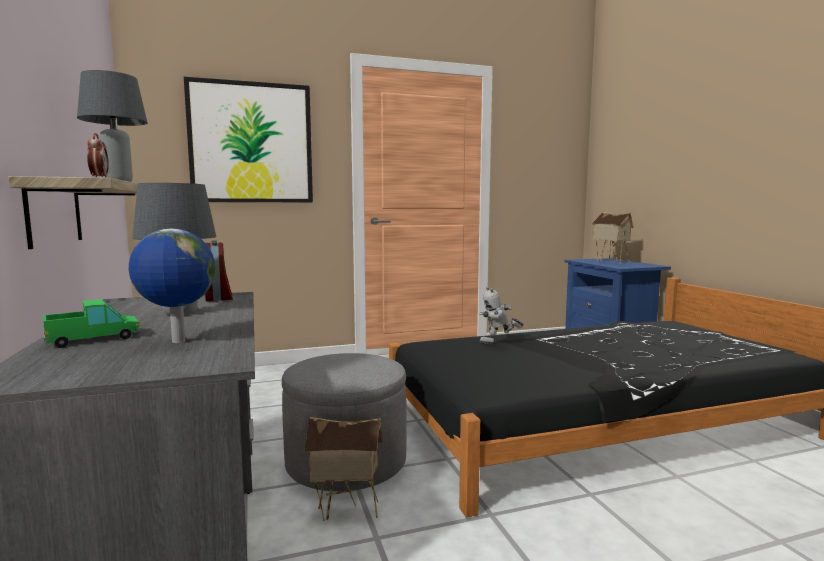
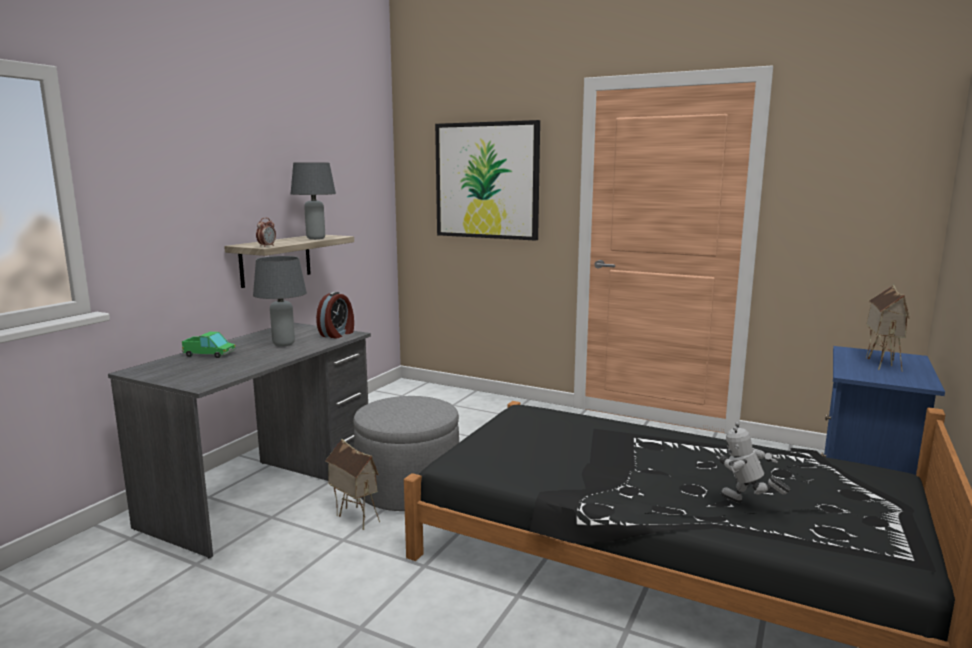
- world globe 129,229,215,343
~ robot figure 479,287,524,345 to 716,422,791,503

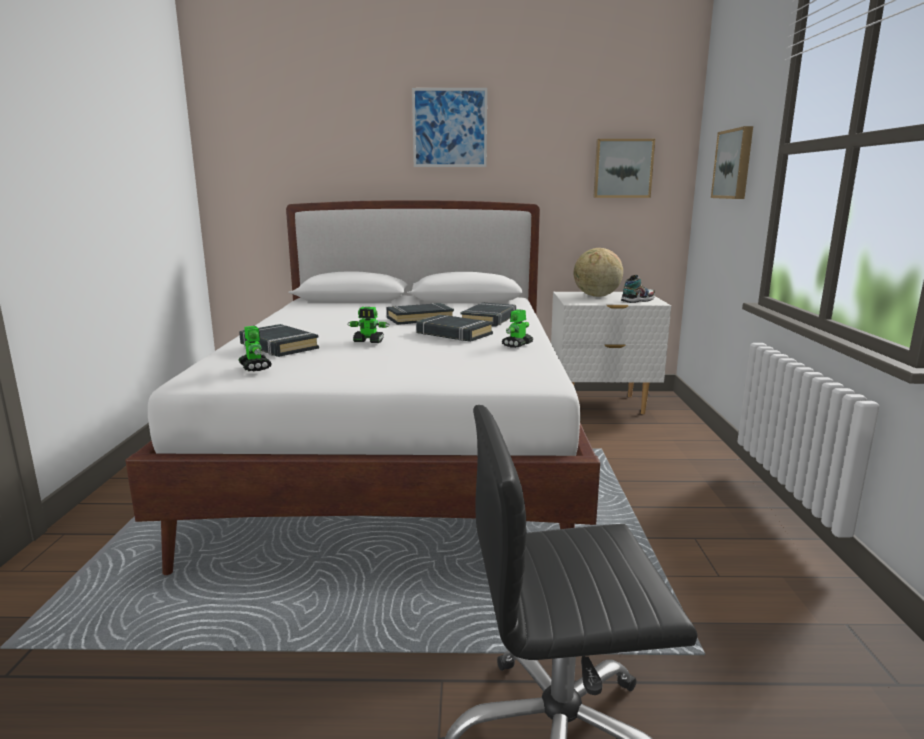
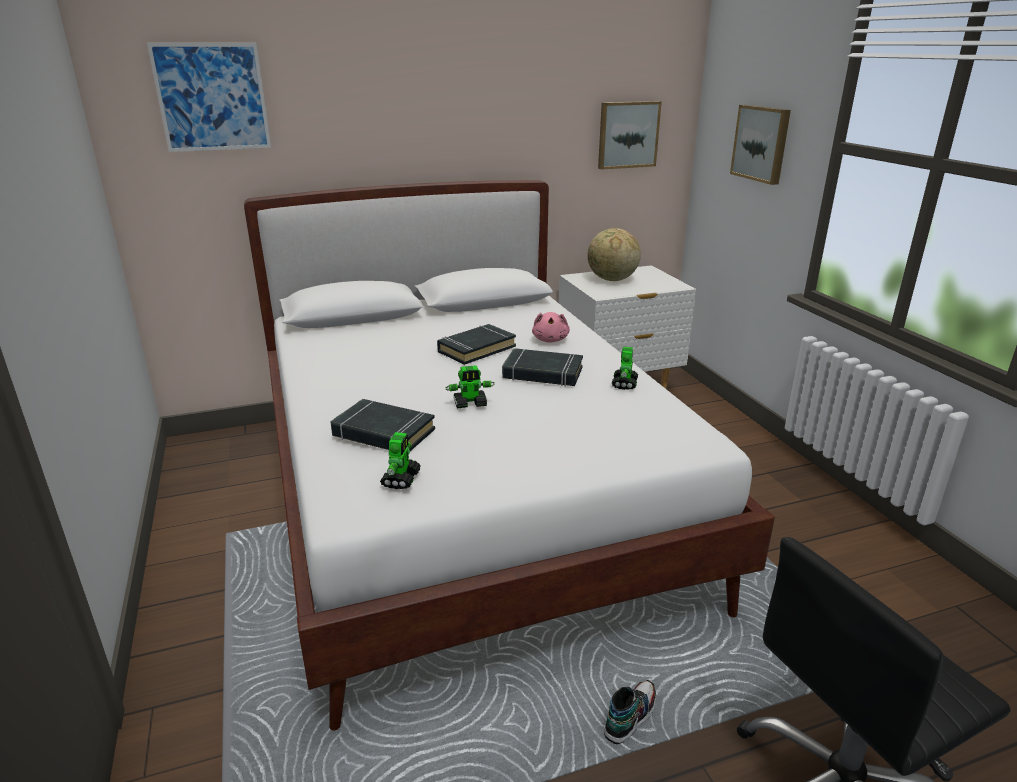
~ wall picture 412,88,487,167 to 147,43,271,152
~ low shoe 621,275,655,303 to 604,680,656,744
~ blackish bound book 461,302,516,327 to pink-coloured cuddly toy 532,312,570,343
~ robot figure 239,326,272,371 = 380,432,421,489 60 degrees clockwise

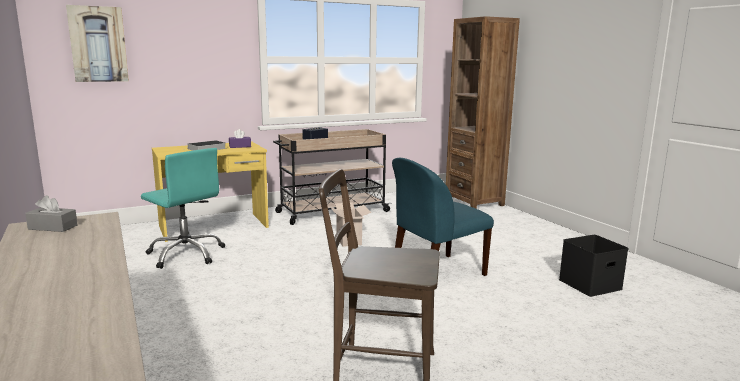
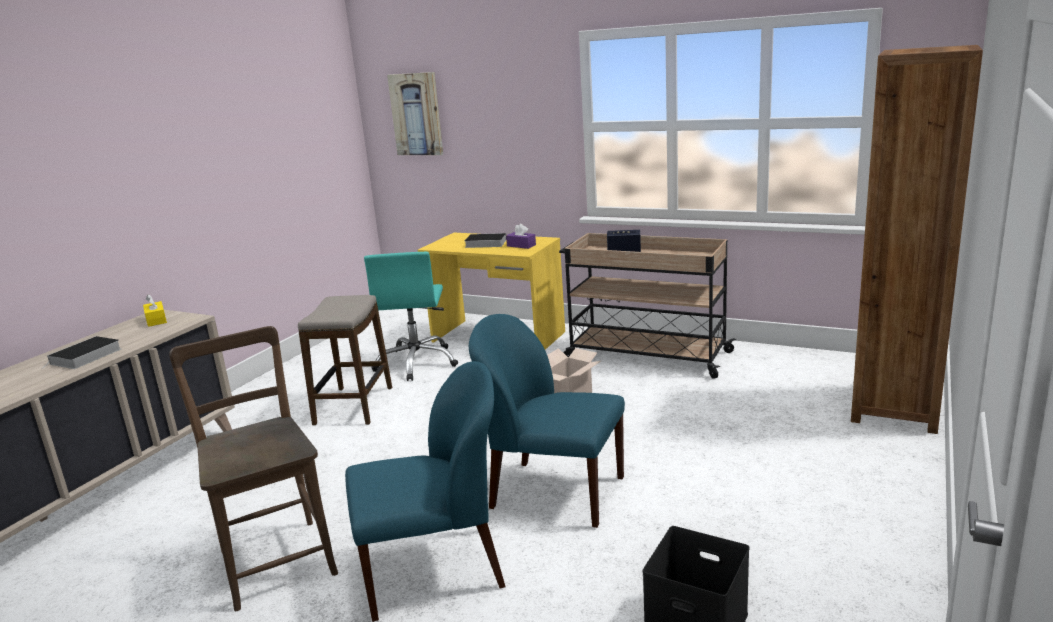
+ bound book 42,336,121,369
+ stool seat 298,295,392,426
+ blue-coloured upright chair 345,361,506,622
~ grey tissue holder 25,195,78,232 to yellowish tissue holder 143,294,167,327

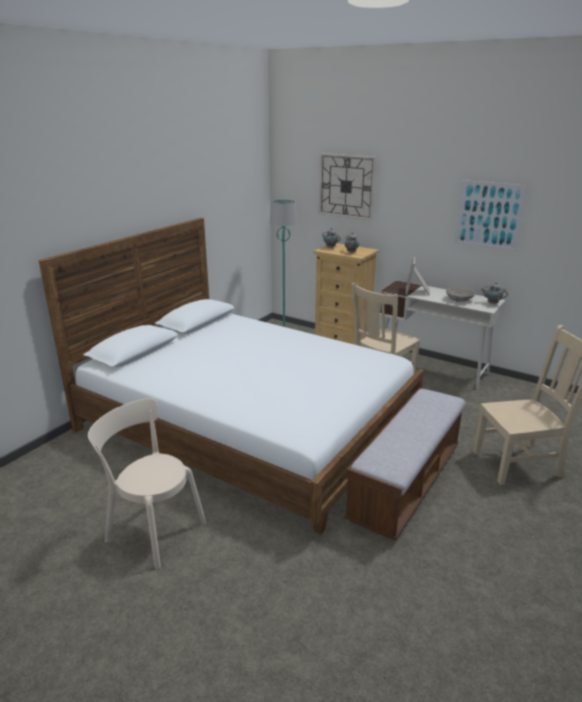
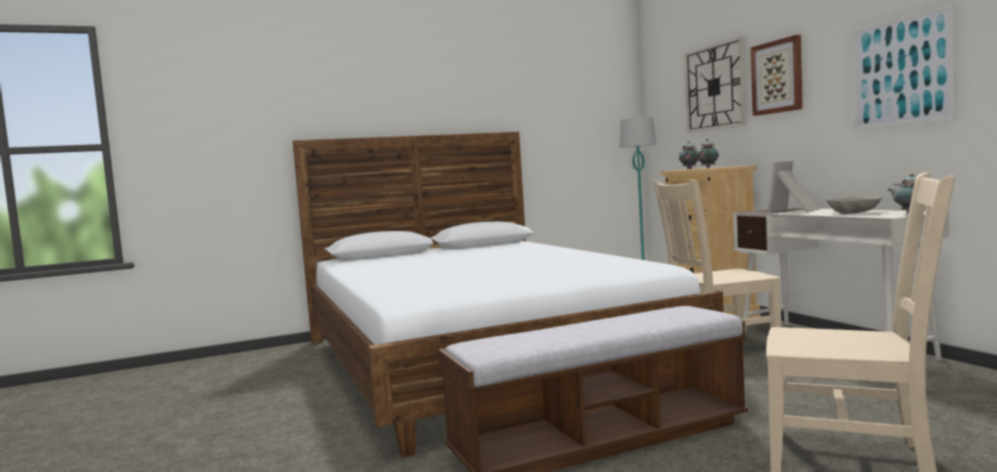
- sand-coloured upright chair 88,398,206,569
+ wall picture 751,35,803,116

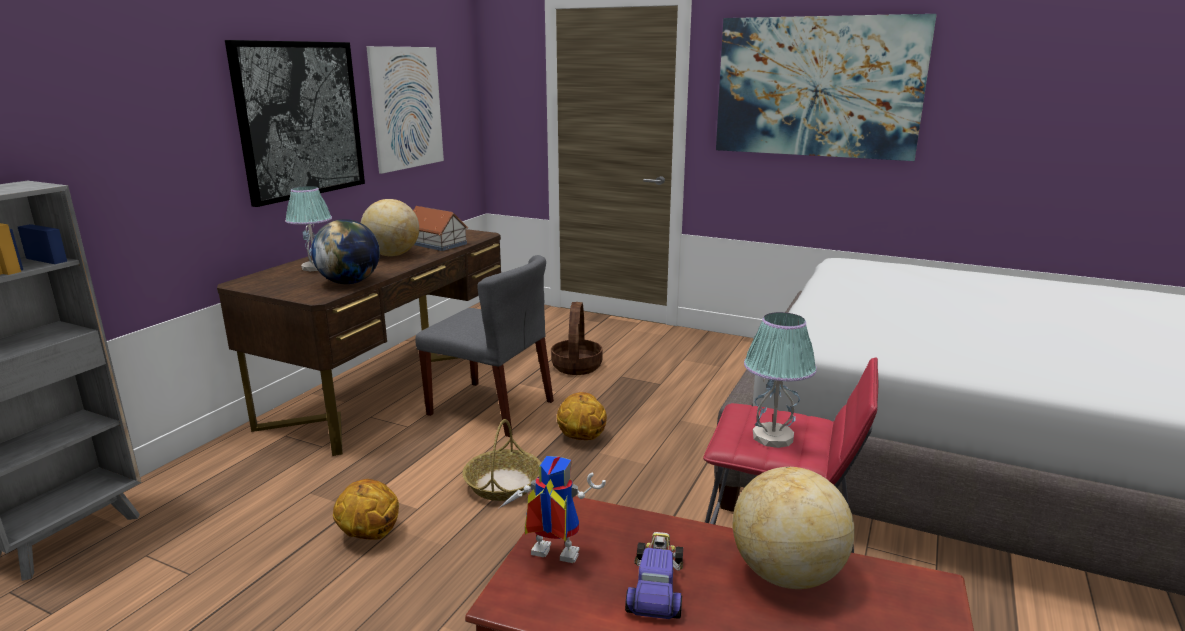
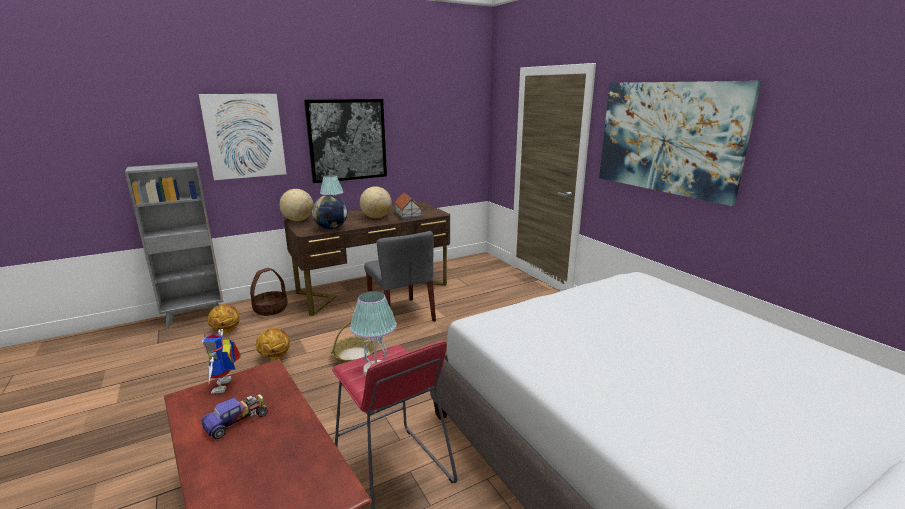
~ wall picture 366,46,444,174 to 199,94,286,180
~ household basket 551,302,602,375 to 250,268,288,316
~ basketball ball 557,392,607,440 to 208,304,240,333
~ world globe 733,467,855,589 to 279,189,313,221
~ robot figure 499,456,606,563 = 202,329,241,394 150 degrees counterclockwise

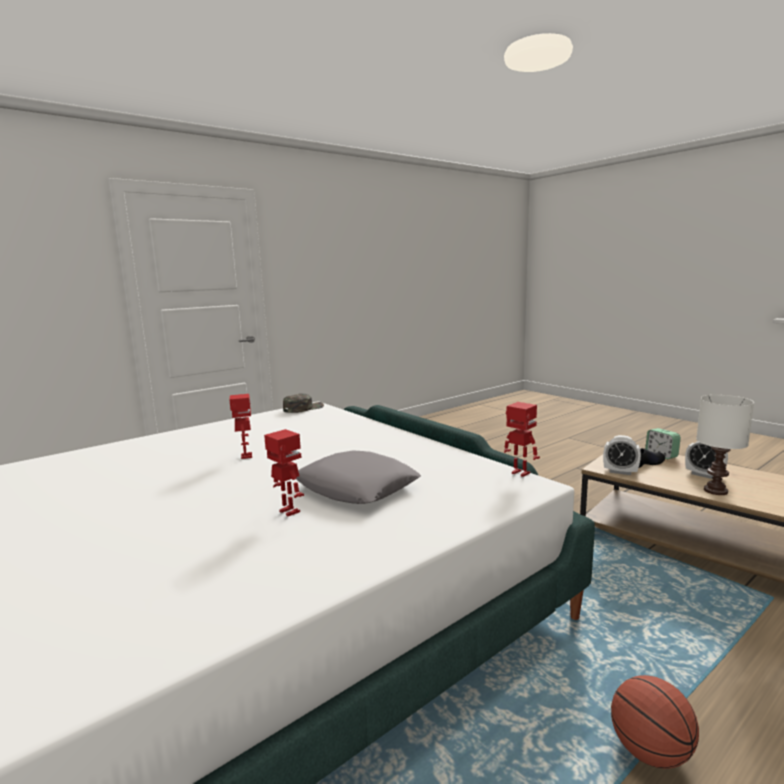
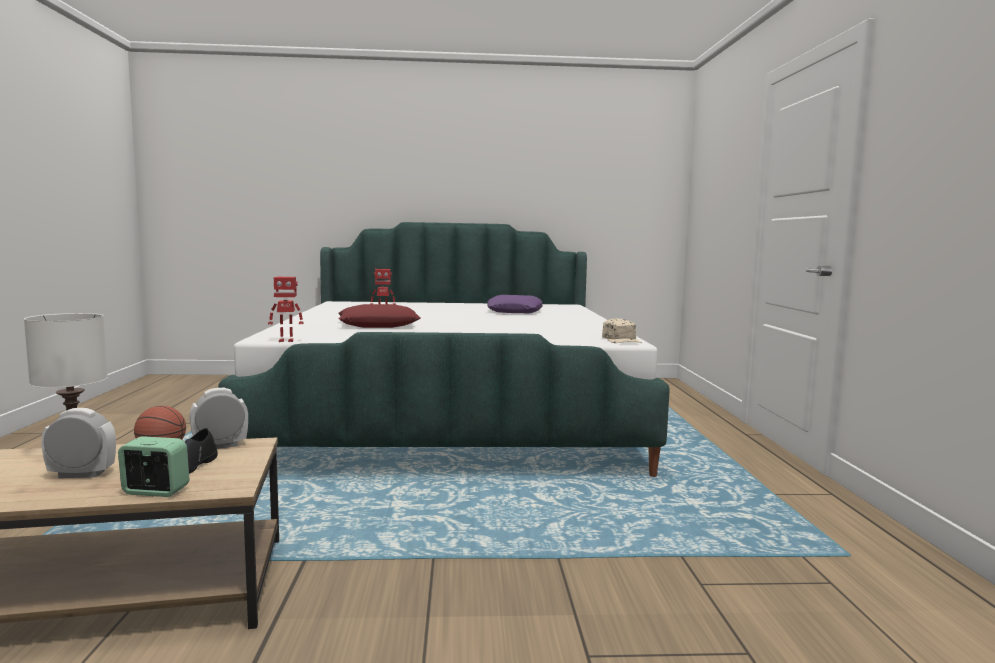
- robot figure 229,394,252,459
+ purplish cushion 487,295,543,313
~ greenish cap 283,394,324,413 to sand-coloured cap 602,318,642,343
~ grey cushion 296,451,421,504 to red cushion 338,304,420,328

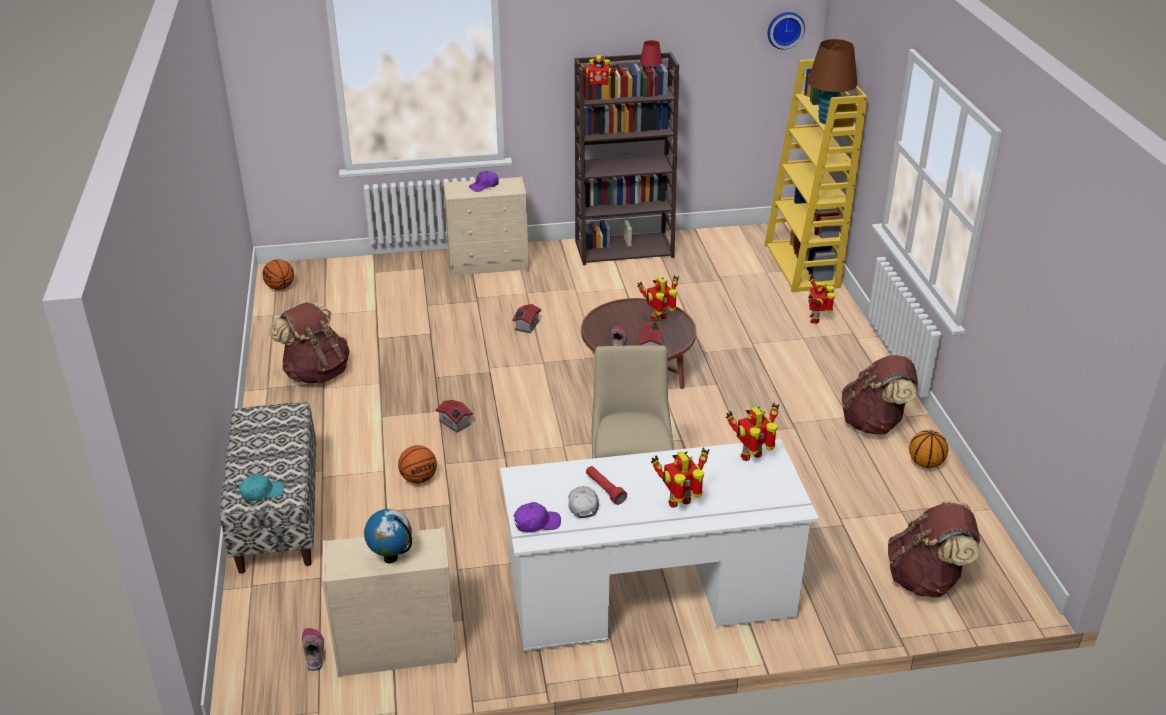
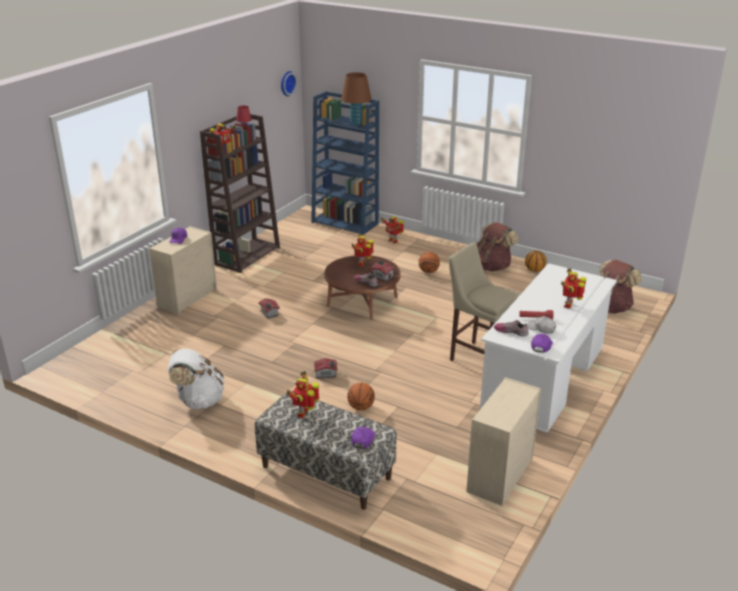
- world globe 364,509,412,563
~ basketball ball 263,259,294,290 to 419,252,440,273
~ low shoe 302,628,324,671 to 494,320,529,336
~ robot figure 726,403,780,461 to 287,371,320,418
~ blue-green cap 239,474,284,501 to purplish cap 351,427,375,449
~ brown backpack 269,302,349,384 to white backpack 168,349,224,409
~ yellowish bookshelf 764,59,868,292 to blue-coloured bookshelf 311,91,379,235

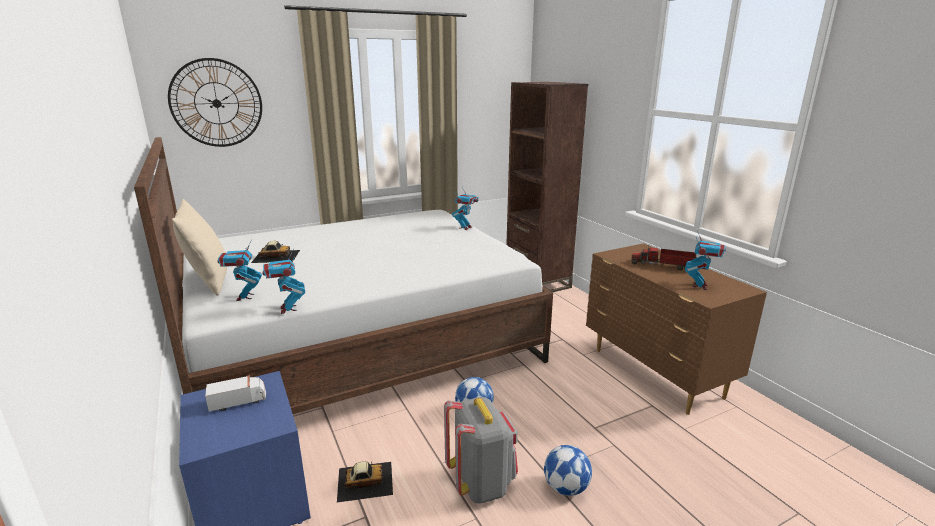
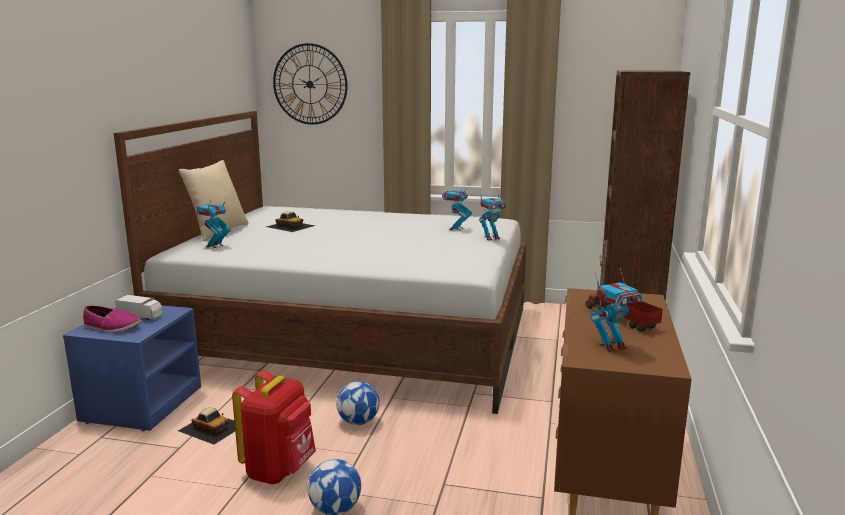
+ low shoe 83,305,141,332
~ robot figure 262,248,305,314 to 442,184,472,230
~ grey backpack 444,397,518,503 to red backpack 232,370,316,484

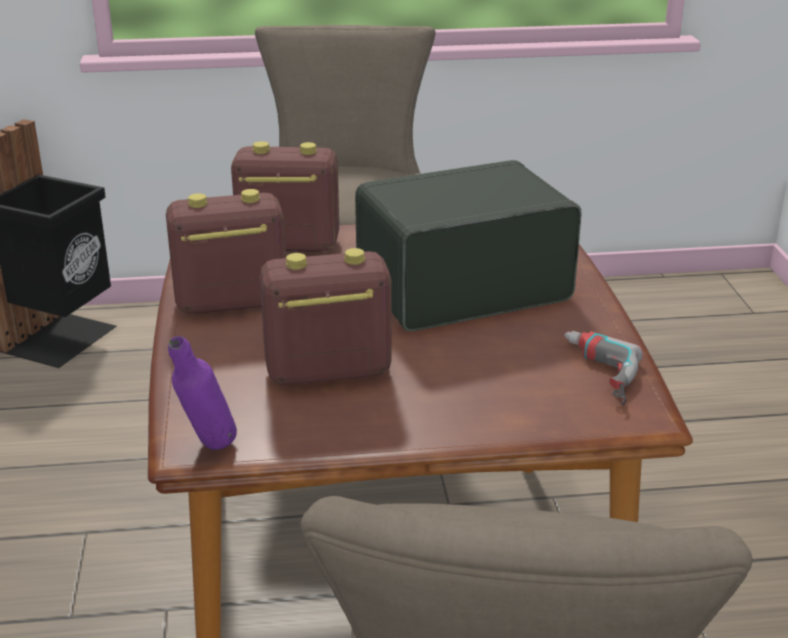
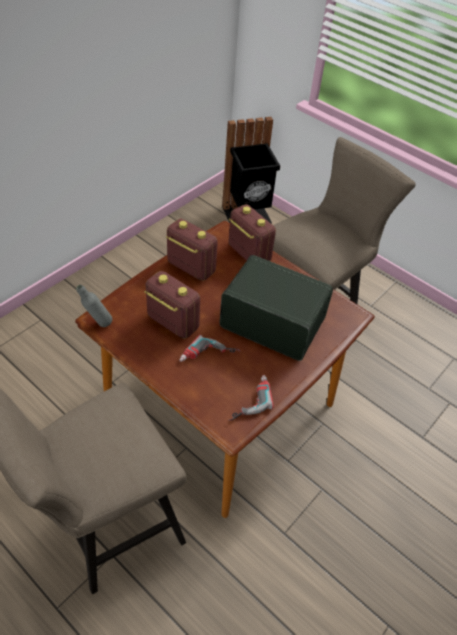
+ drill 179,335,240,362
~ purplish drink bottle 168,336,237,450 to grey drink bottle 76,285,112,327

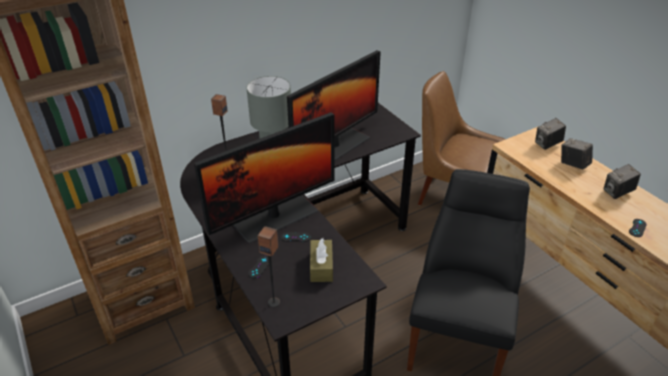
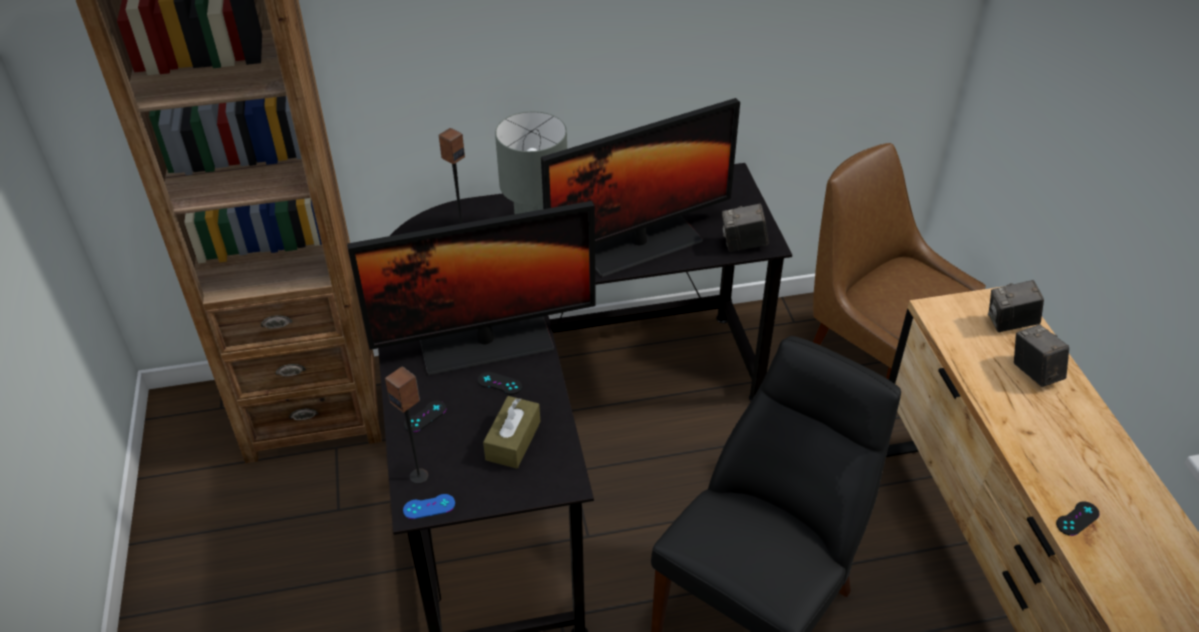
+ blue-coloured joypad 403,494,455,519
~ photo camera 603,164,641,199 to 722,203,769,252

